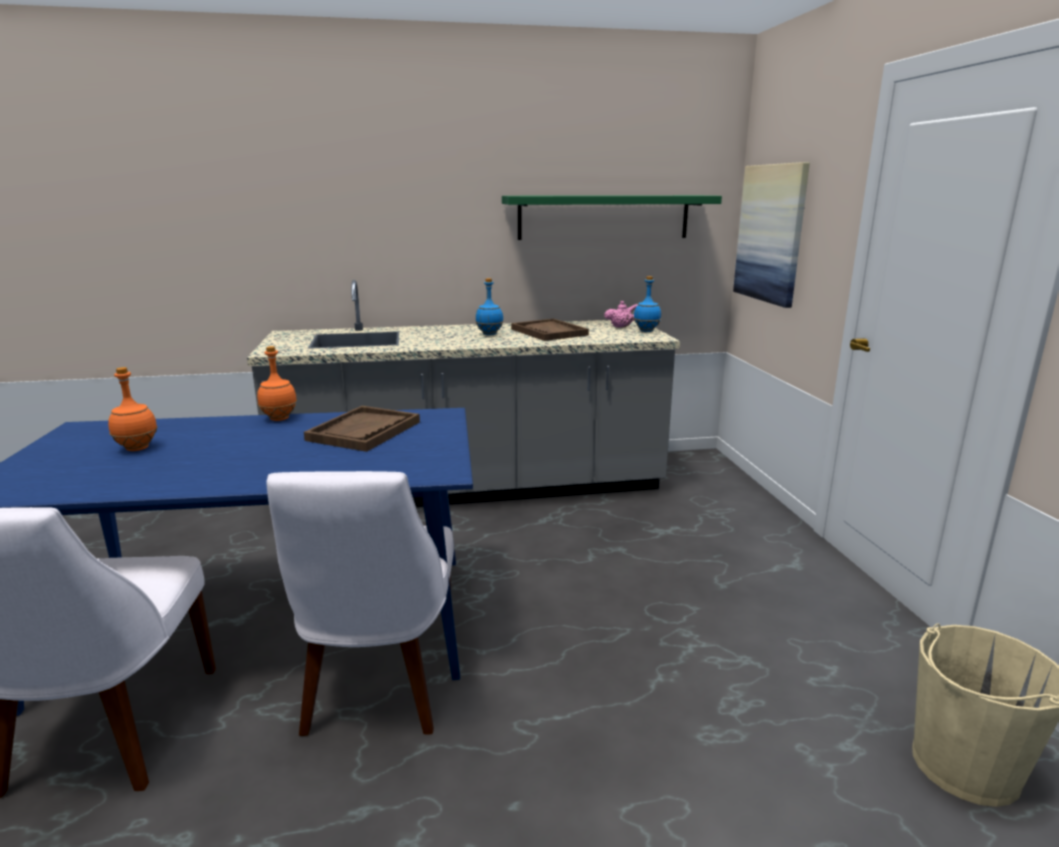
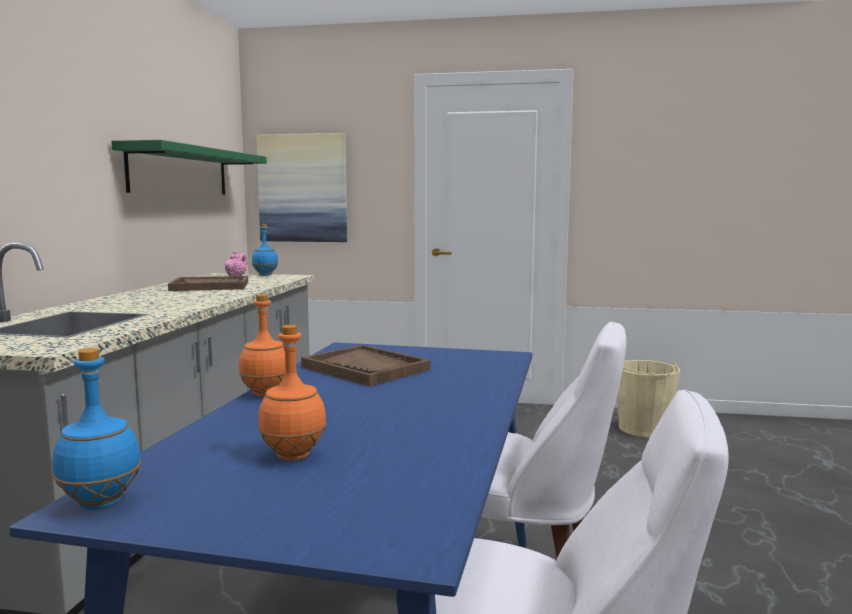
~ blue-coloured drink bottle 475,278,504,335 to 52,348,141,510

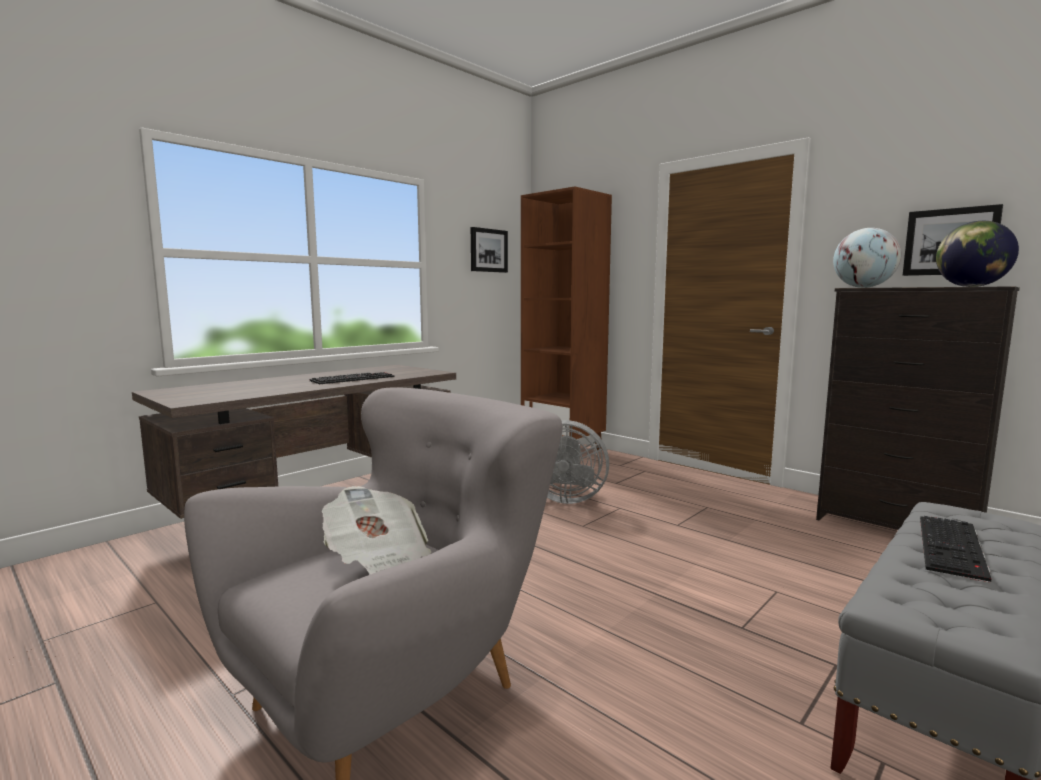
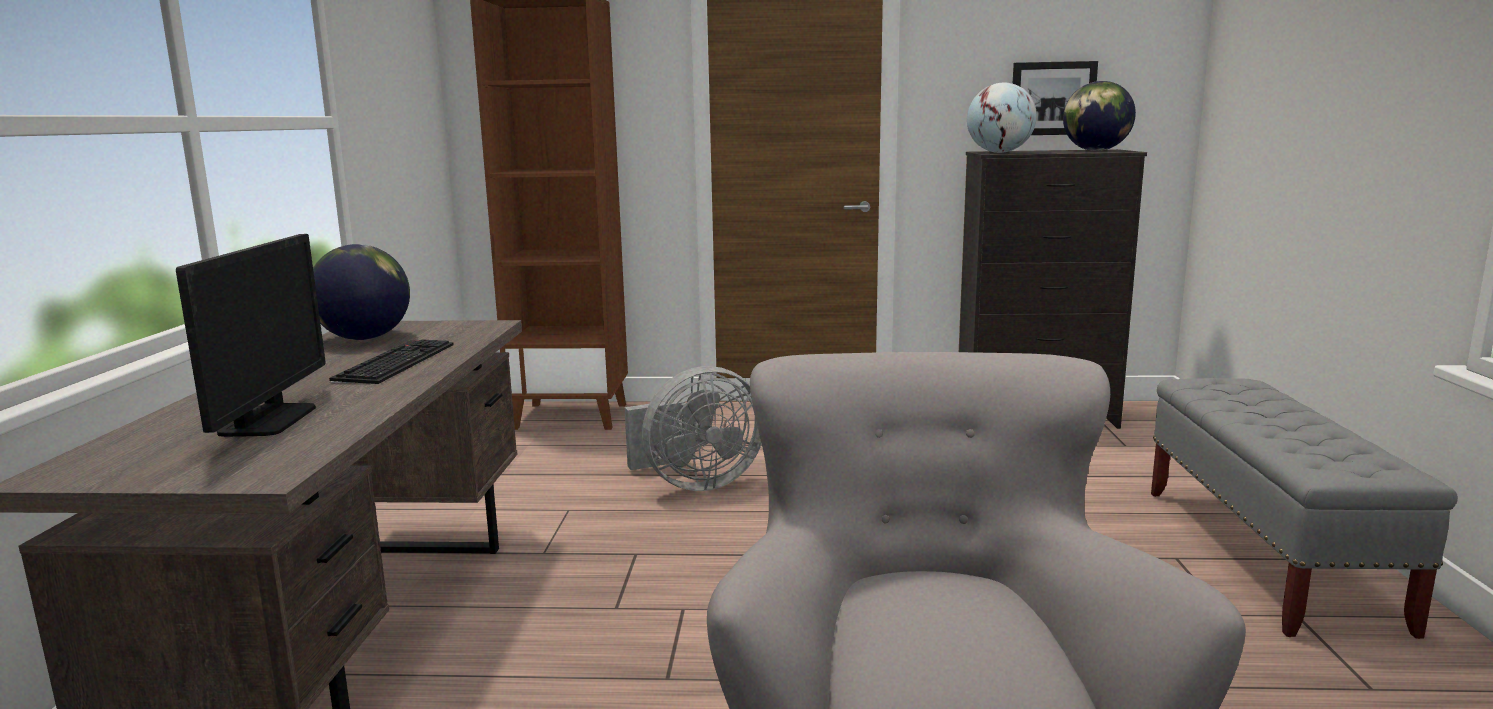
- daily paper 322,486,432,574
- wall picture 471,227,508,273
- computer keyboard 920,516,991,583
+ computer screen 176,234,326,437
+ world globe 313,244,410,340

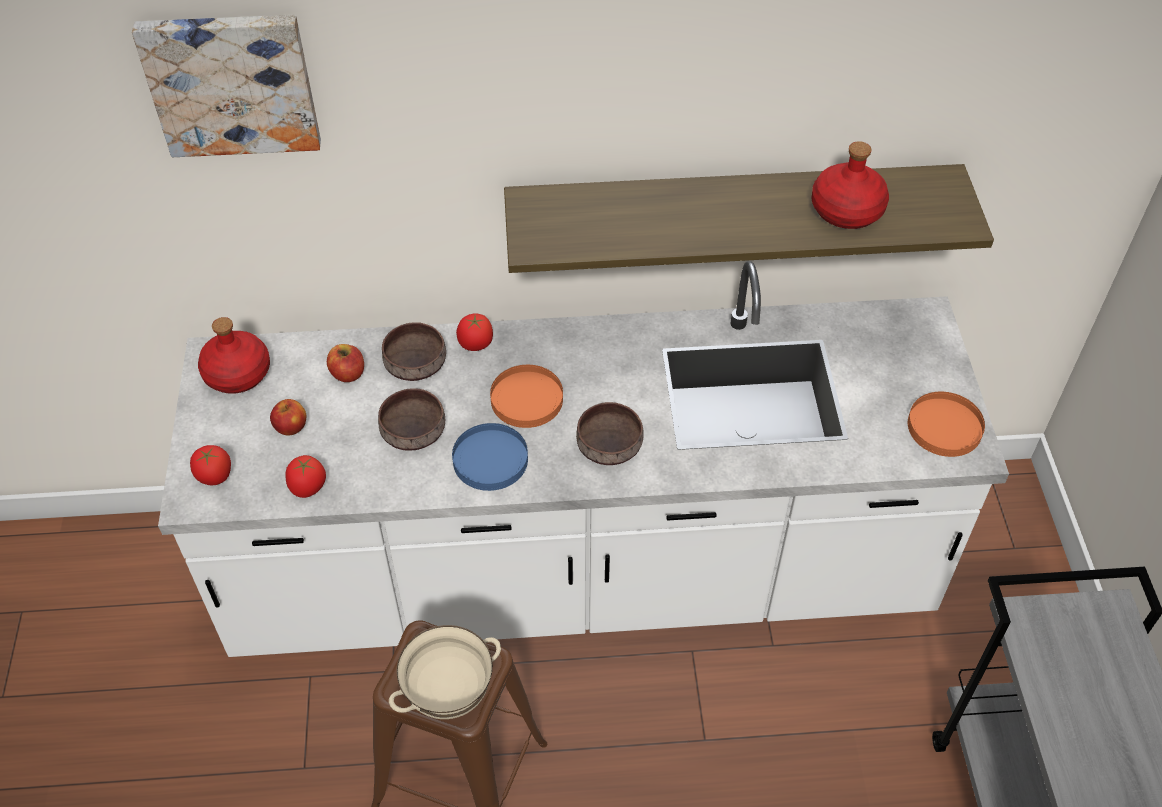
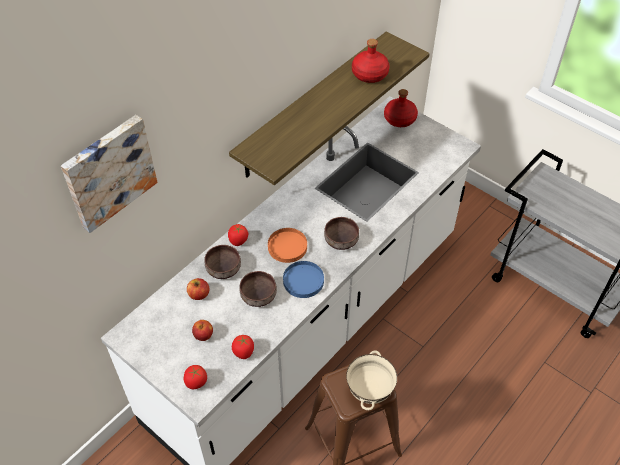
- orange dinner plate 908,392,985,457
~ red drink bottle 198,317,270,394 to 384,89,418,127

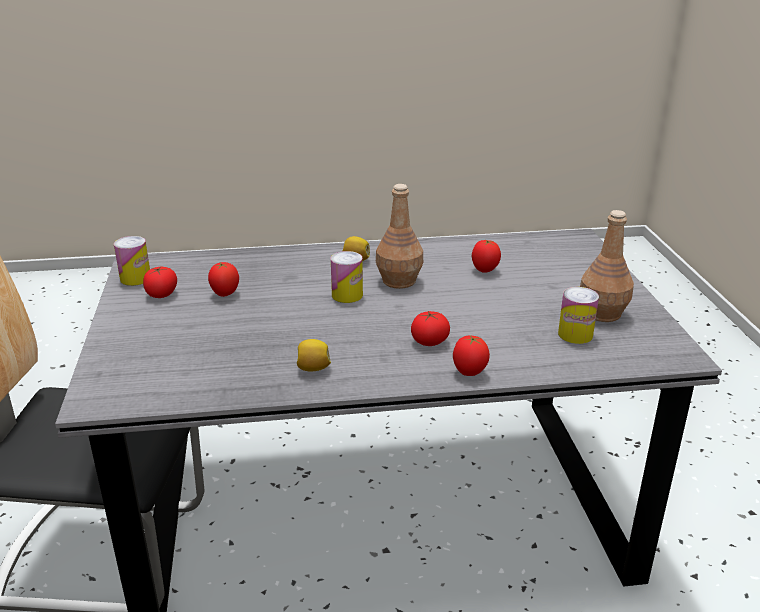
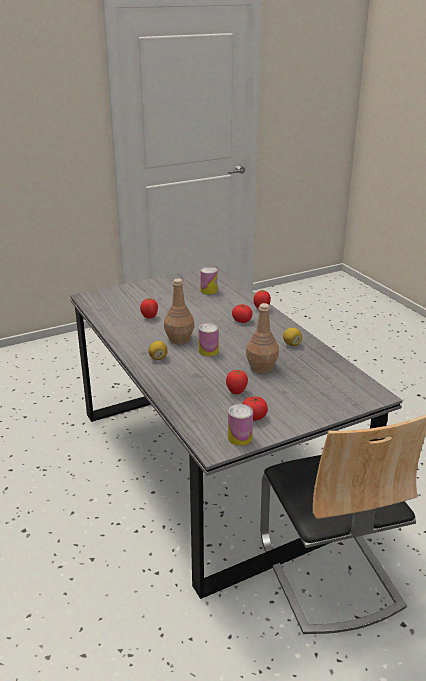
~ brown drink bottle 580,210,634,322 to 246,303,279,373

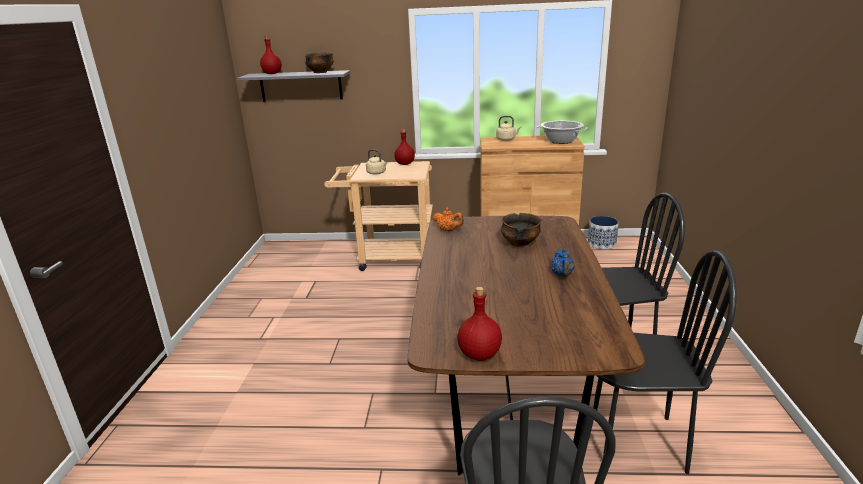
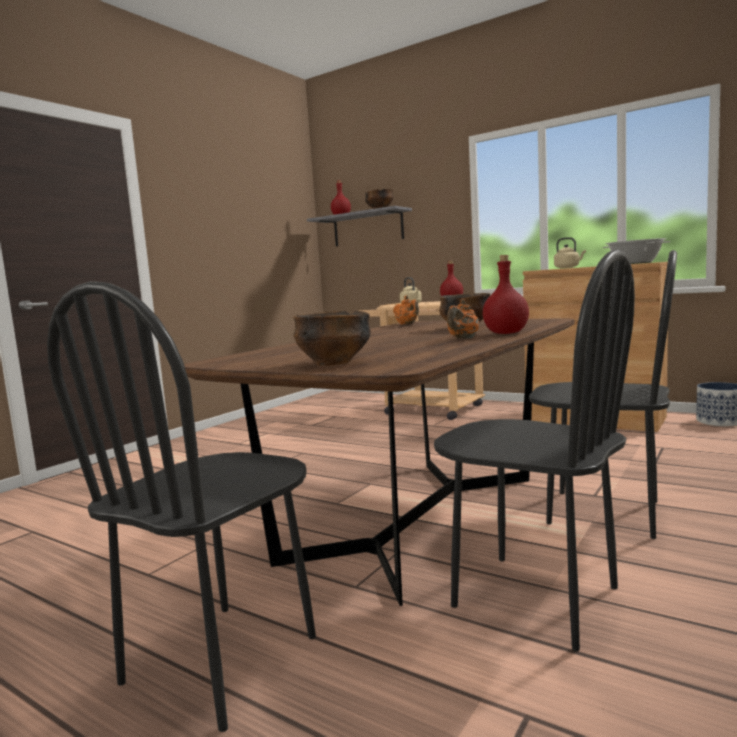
+ serving bowl 293,311,371,366
~ red drink bottle 457,287,502,361 to 483,255,529,334
~ blue-coloured tea pot 551,248,575,277 to orange tea pot 447,299,479,339

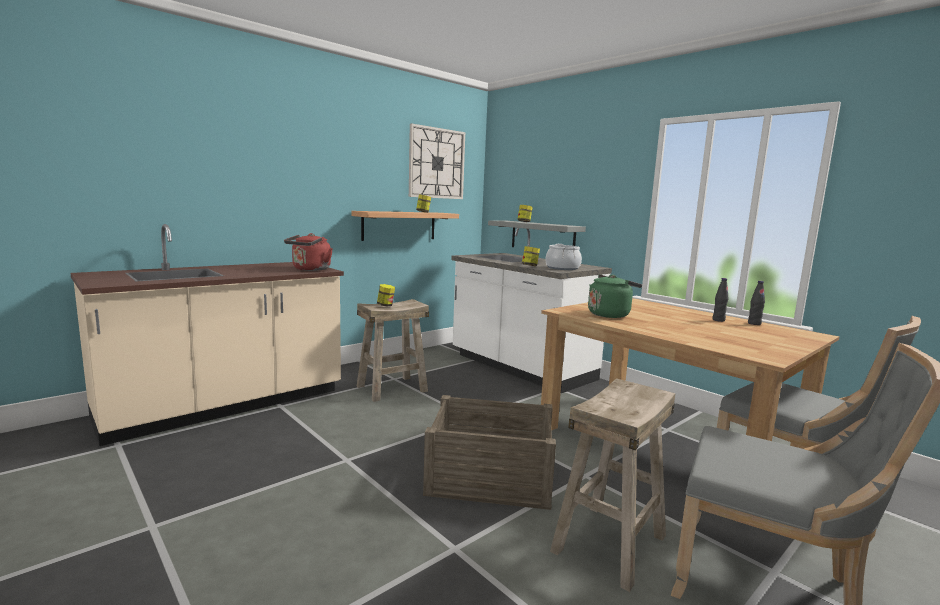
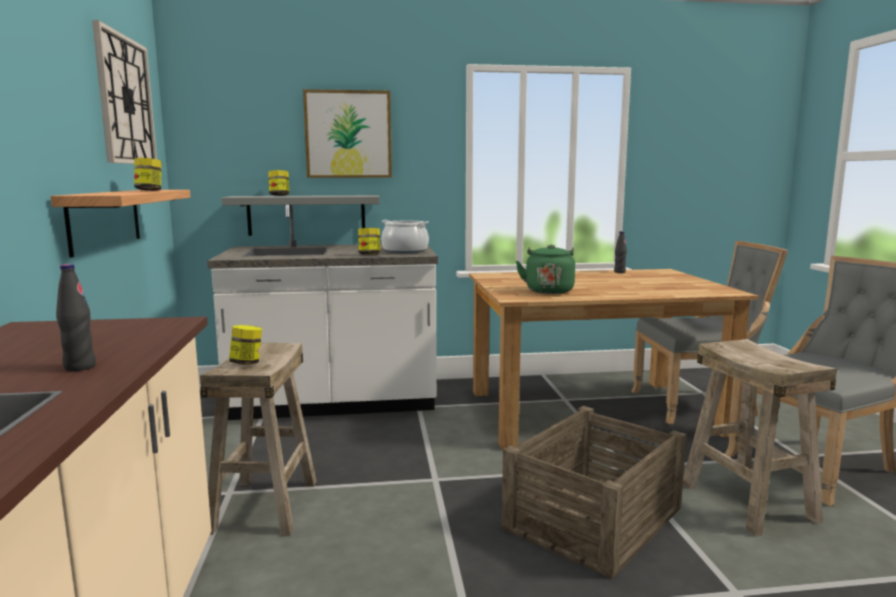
- red water kettle 284,233,333,271
+ wall picture 303,89,392,178
~ blackish drink bottle 713,278,729,322 to 56,264,96,371

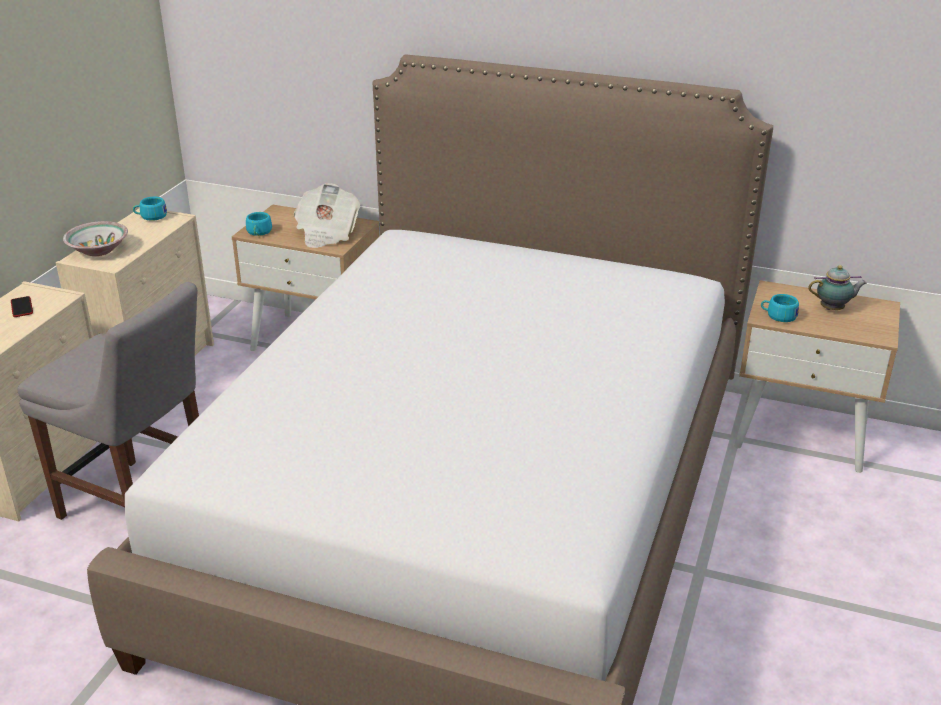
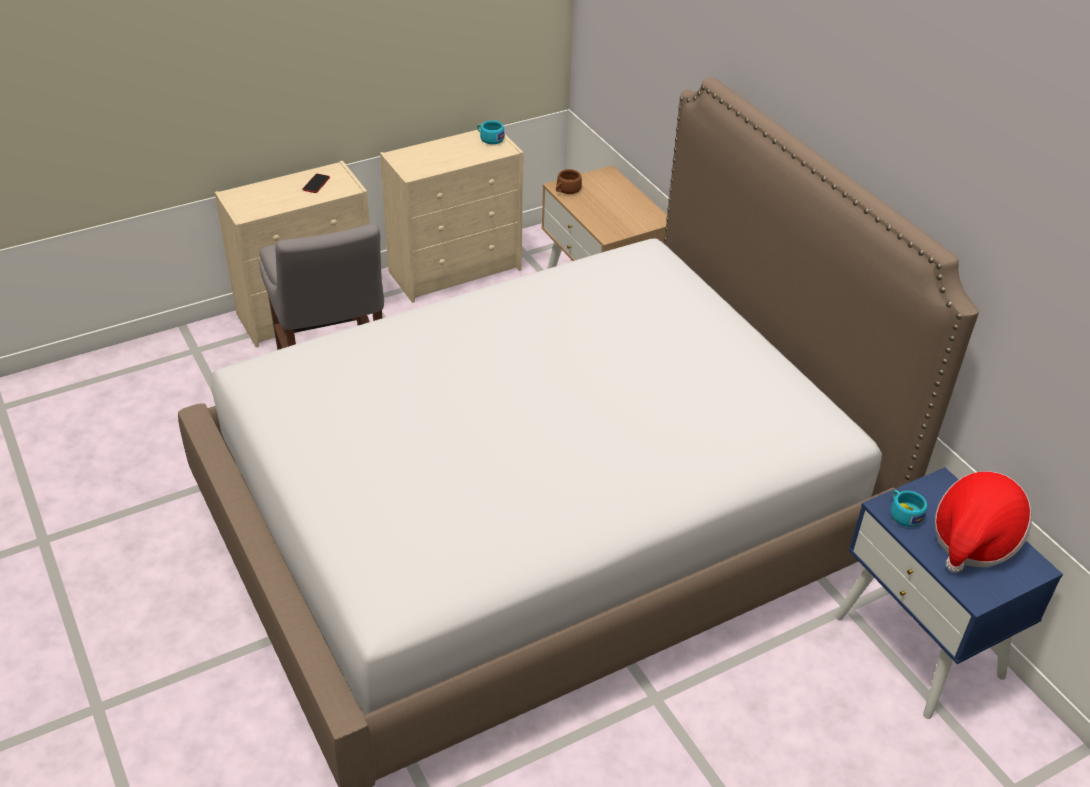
- serving bowl 63,221,128,256
- daily paper 294,183,360,248
~ tea pot 808,265,867,310 to hat 935,471,1032,573
~ blue-green drinking cup 246,212,272,236 to brown drinking cup 556,169,582,194
~ sand-coloured nightstand 734,280,900,473 to blue-coloured nightstand 835,467,1063,719

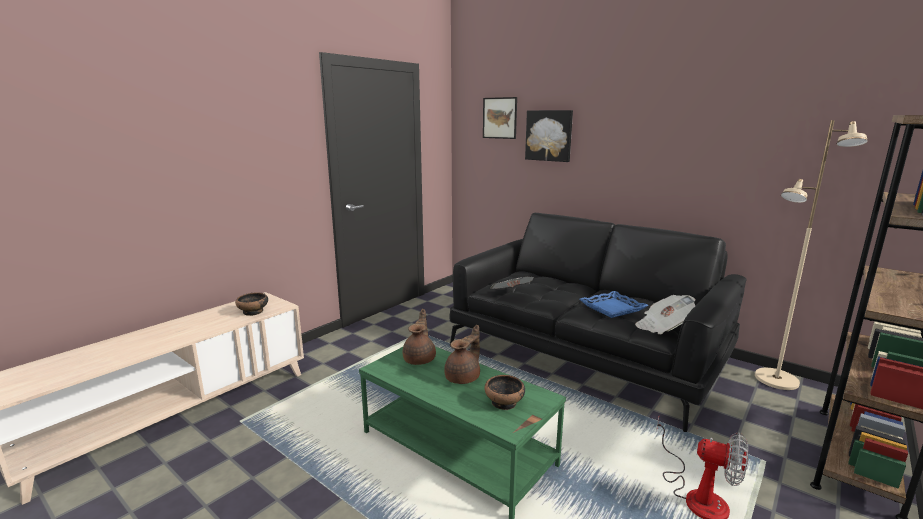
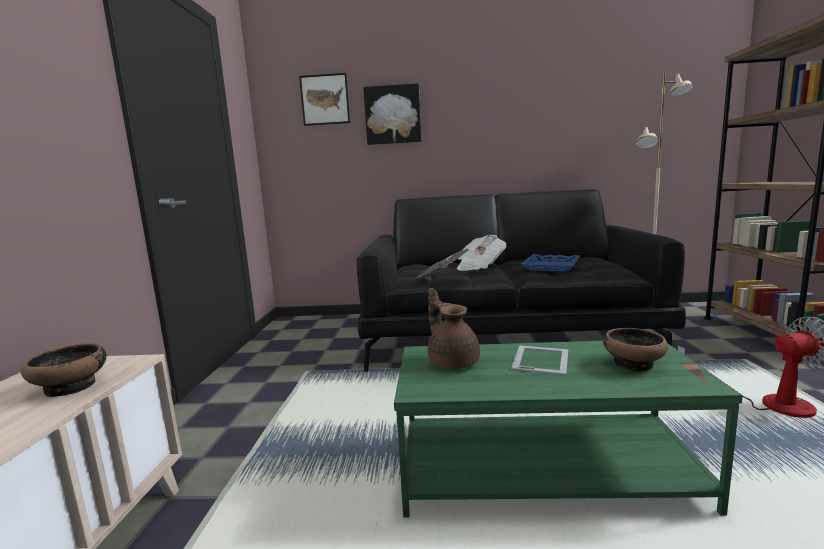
~ daily paper 635,295,696,334 to 457,235,506,271
~ brown tea pot 444,325,480,384 to picture frame 511,345,568,376

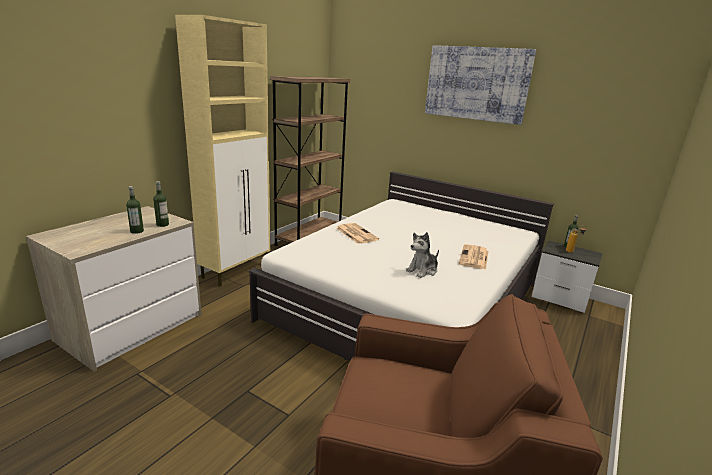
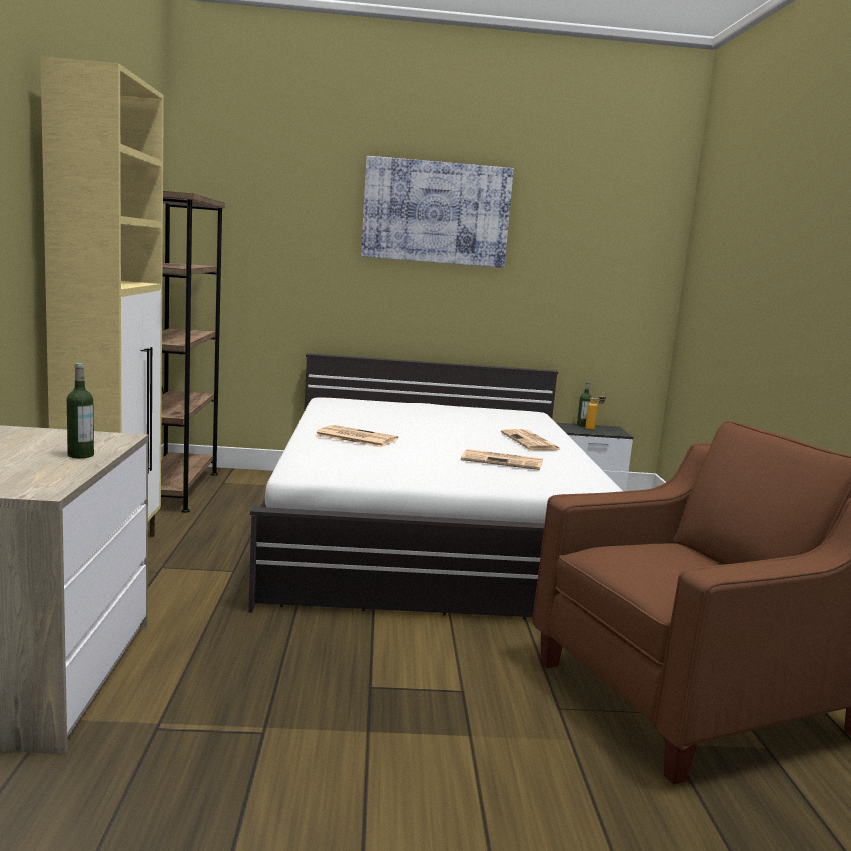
- drink bottle 153,181,169,227
~ cuddly toy 406,232,439,278 to daily paper 461,449,543,470

